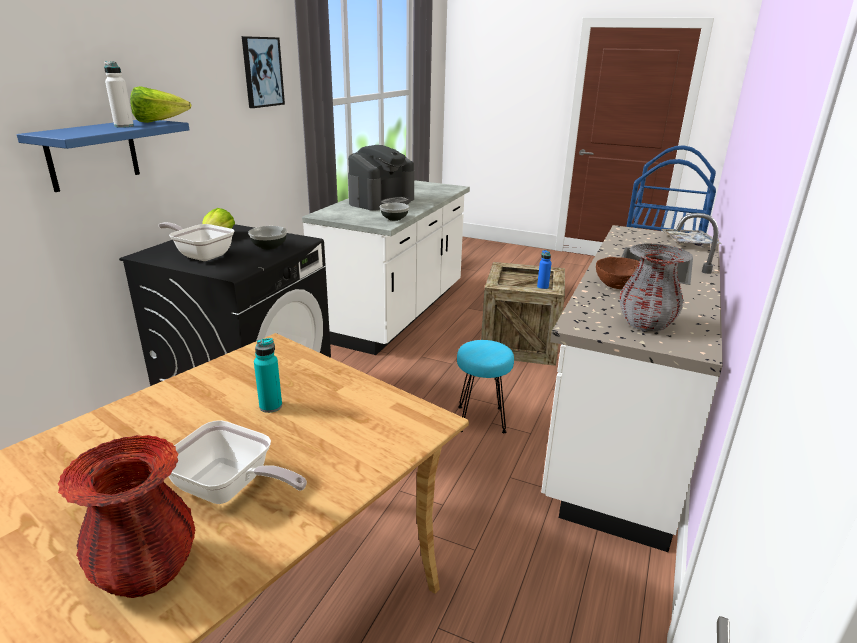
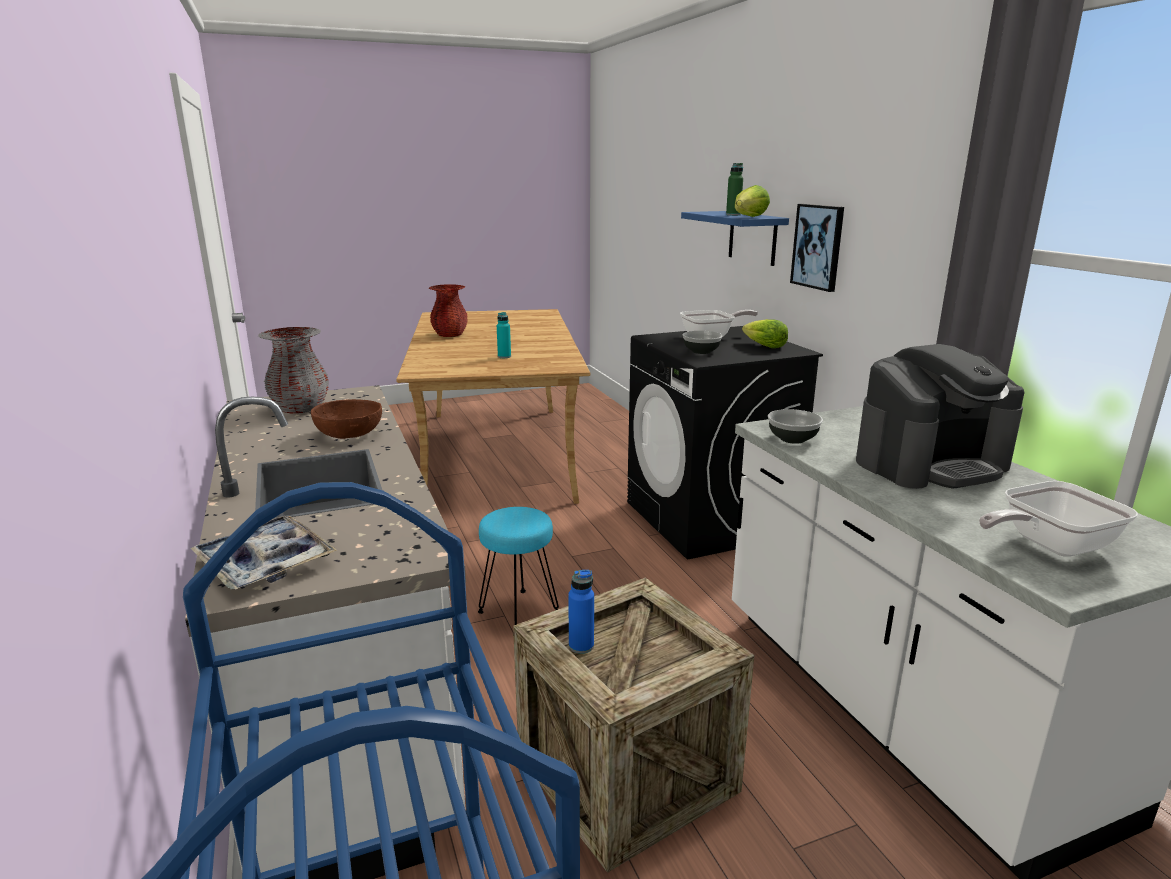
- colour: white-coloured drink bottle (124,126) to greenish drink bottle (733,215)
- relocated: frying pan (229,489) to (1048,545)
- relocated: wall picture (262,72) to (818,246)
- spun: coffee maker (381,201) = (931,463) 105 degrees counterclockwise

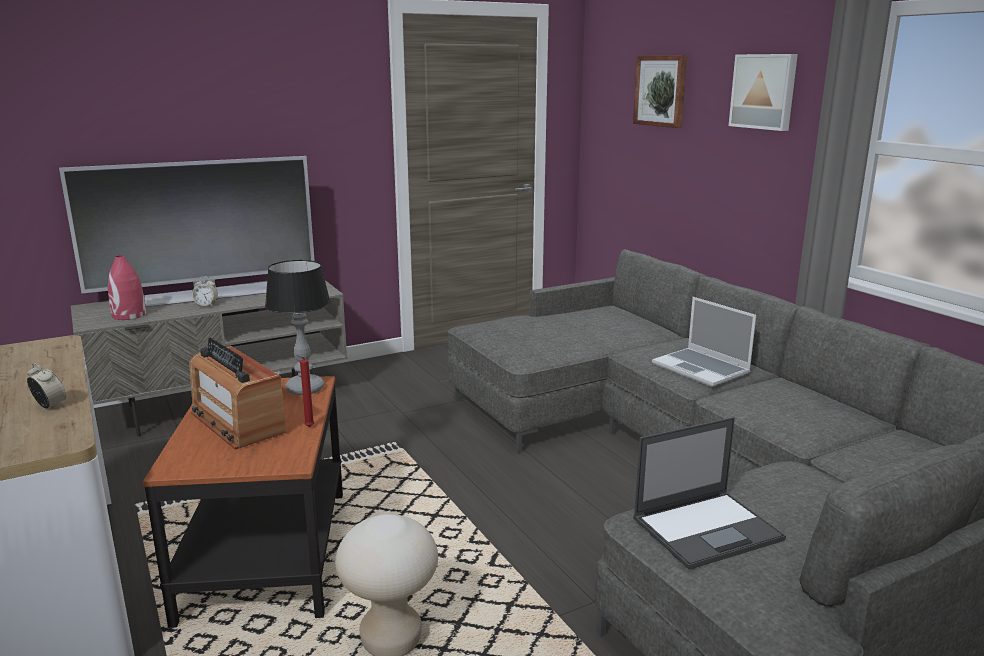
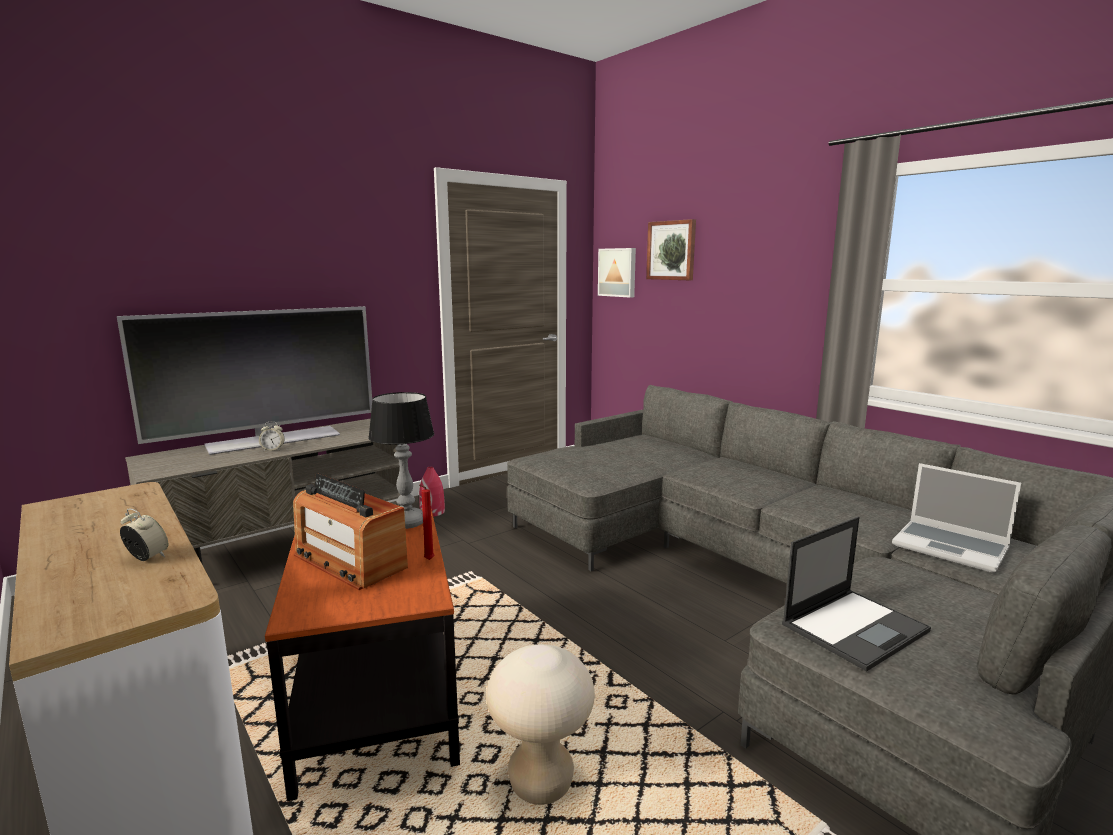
- relocated: red flower vase (129,315) to (432,512)
- relocated: portable computer (702,369) to (951,547)
- relocated: wall picture (764,91) to (618,272)

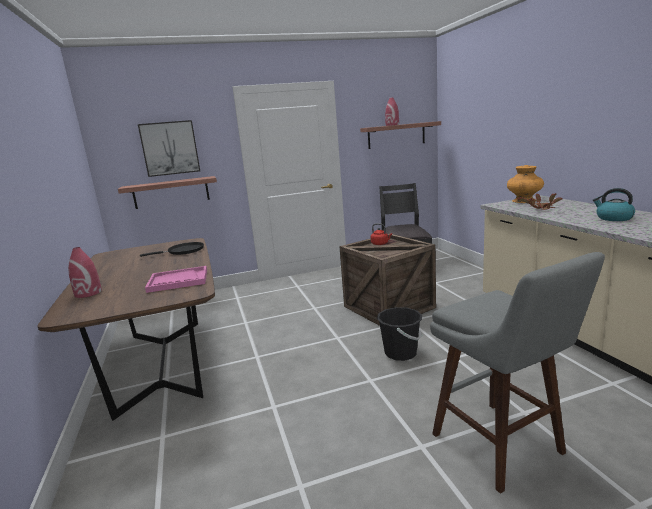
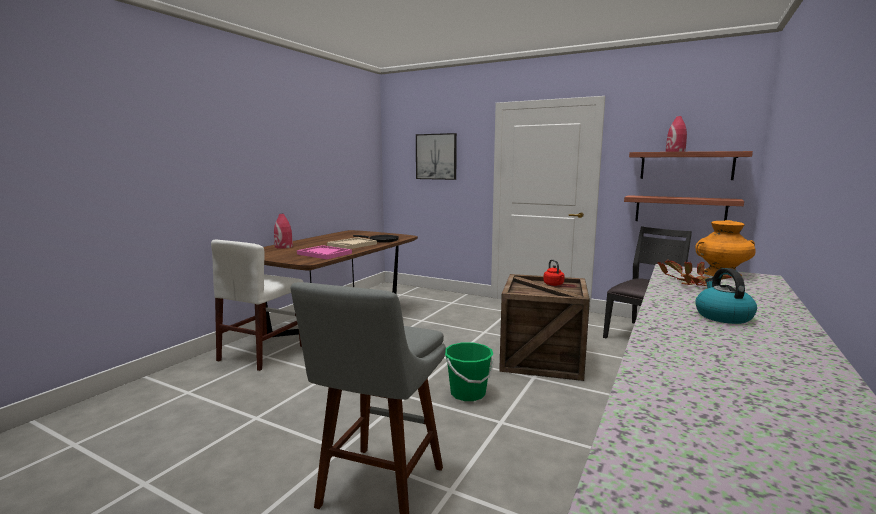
- relocated: wall shelf (171,192) to (680,210)
- colour: black pail (401,353) to greenish pail (468,393)
- appeared: white-coloured plain chair (262,353)
- appeared: sand-coloured tray (352,245)

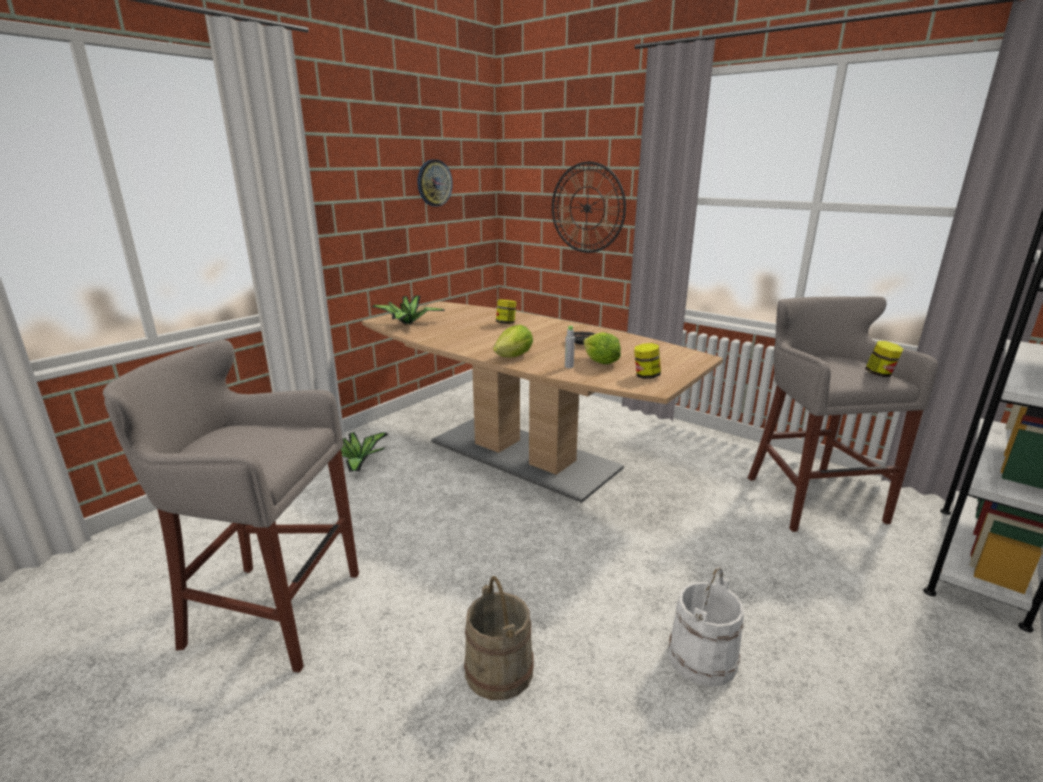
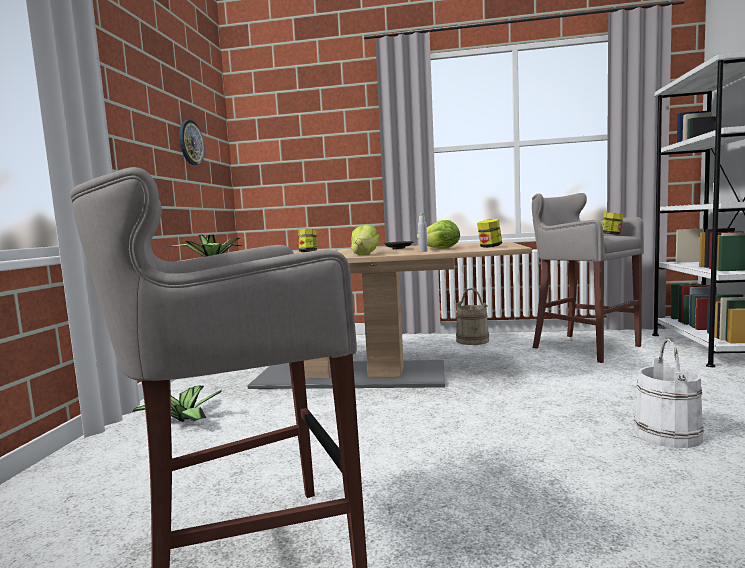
- relocated: sand-coloured pail (499,670) to (472,341)
- missing: wall clock (587,208)

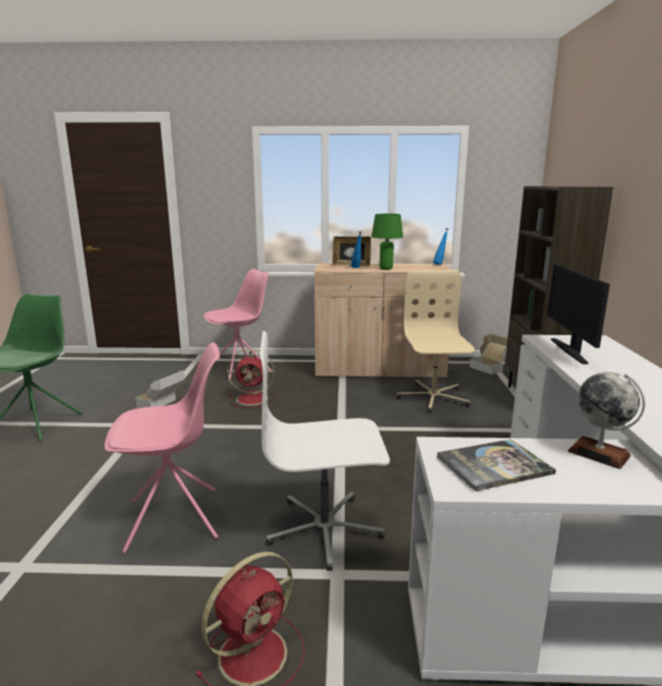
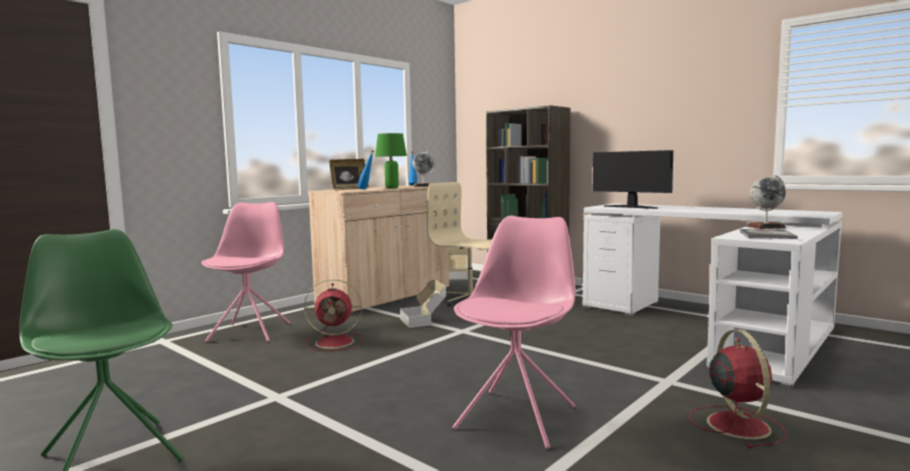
- relocated: packing box (162,405) to (424,321)
- spun: red cooling fan (253,399) = (336,342) 45 degrees clockwise
- missing: white-coloured office chair (325,530)
- appeared: desk globe (423,186)

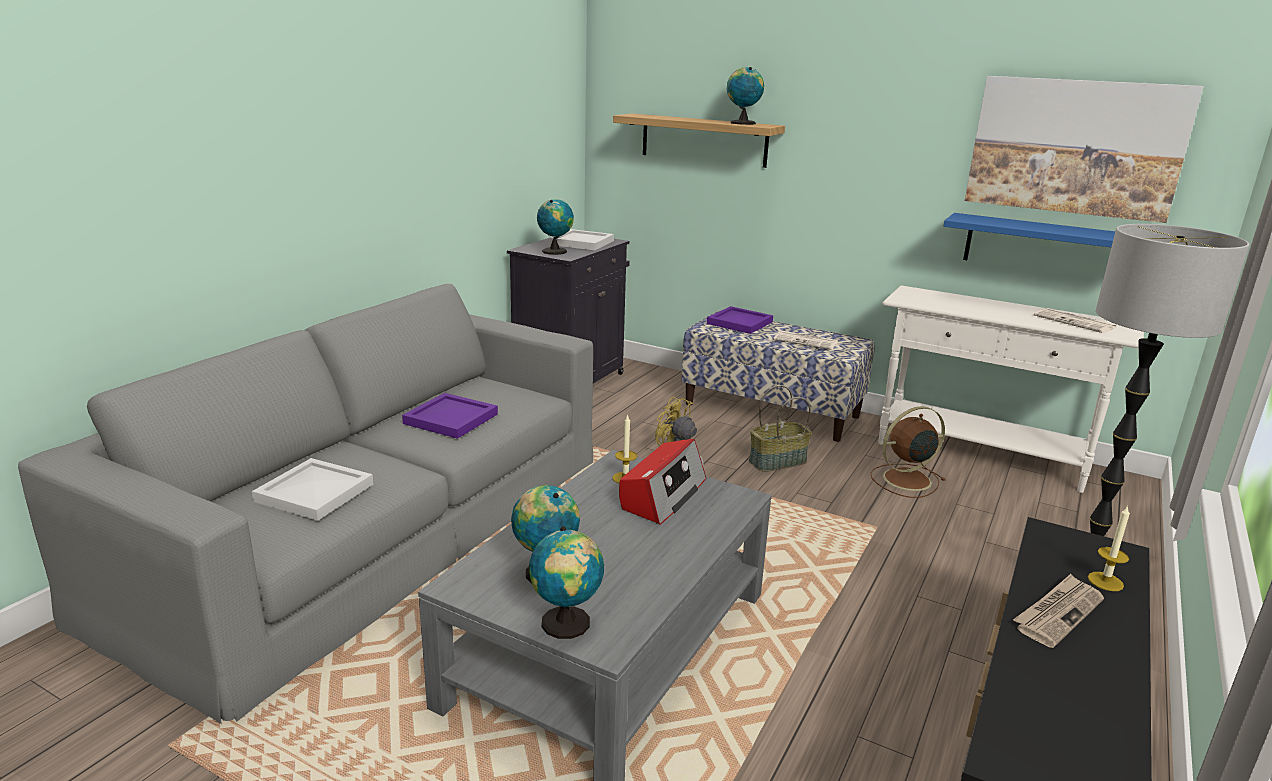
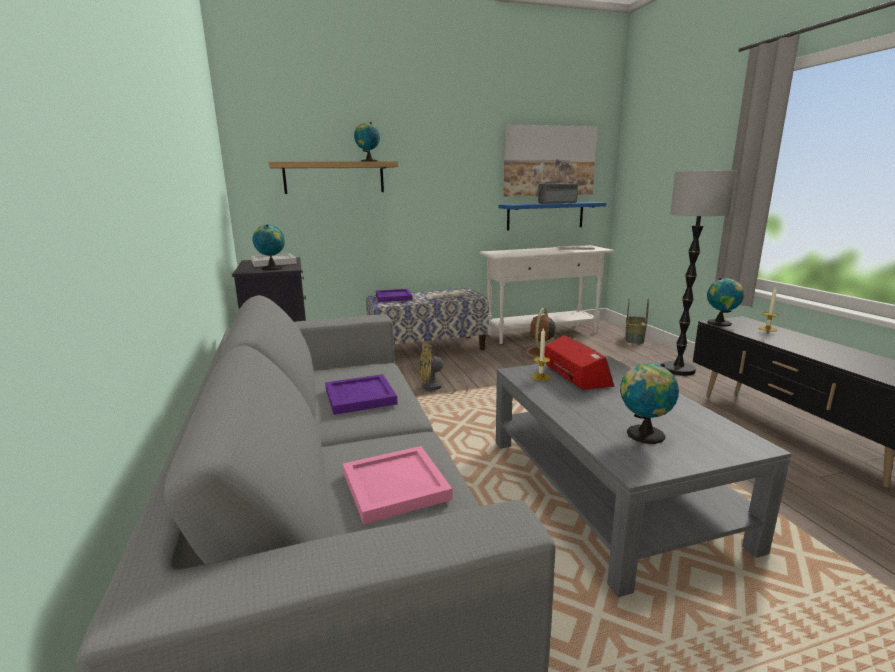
- colour: white-coloured tray (314,491) to pinkish tray (393,486)
- relocated: desk globe (567,625) to (721,323)
- relocated: household basket (777,462) to (635,339)
- missing: daily paper (1058,613)
- appeared: radio set (556,203)

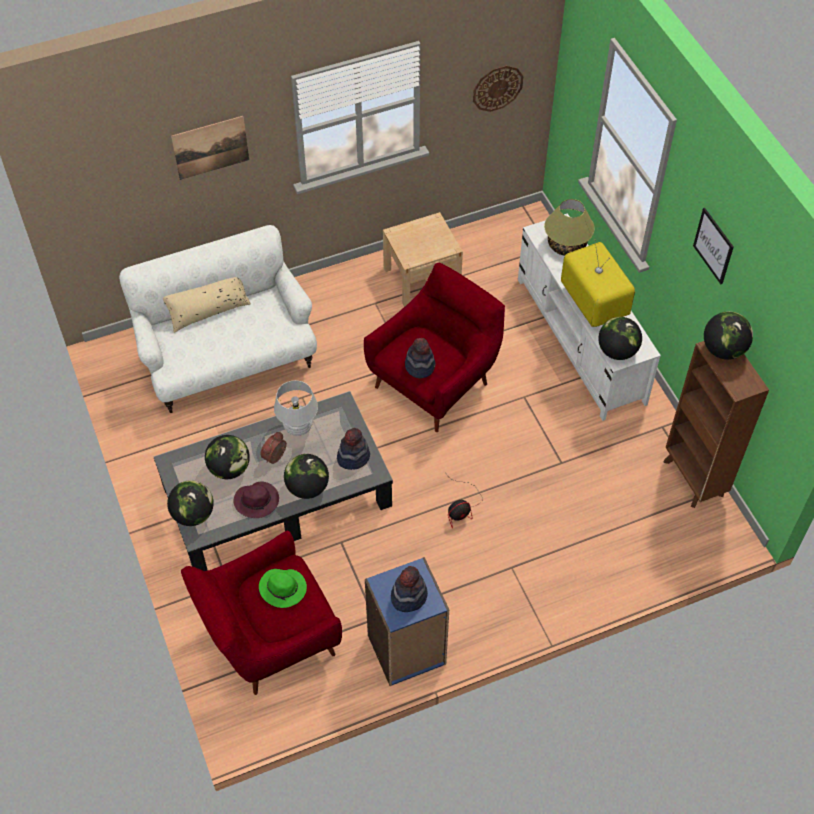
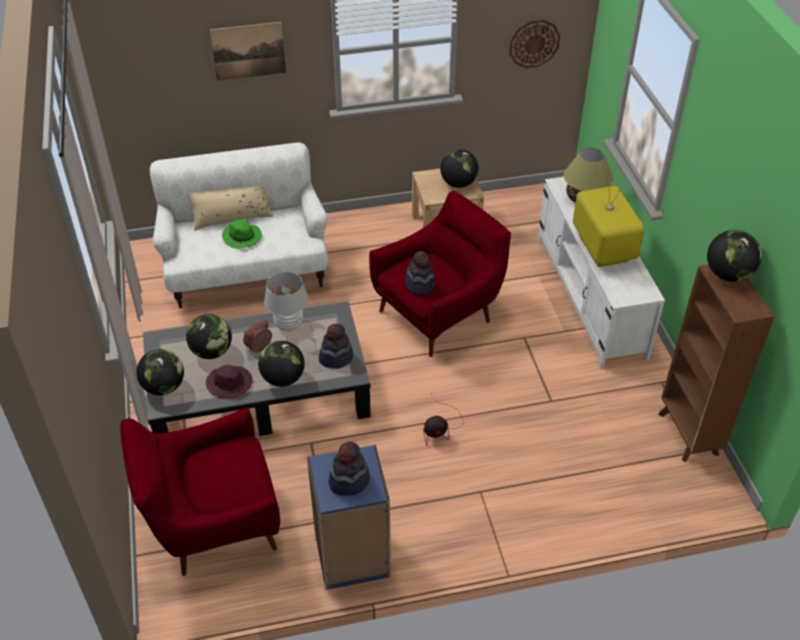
- relocated: greenish clothing hat (283,589) to (242,237)
- relocated: desk globe (617,351) to (458,183)
- missing: wall picture (713,246)

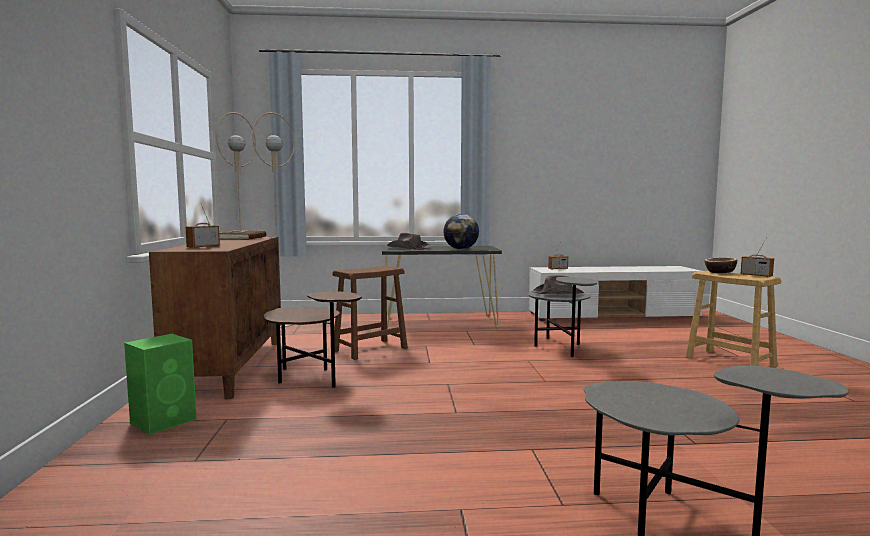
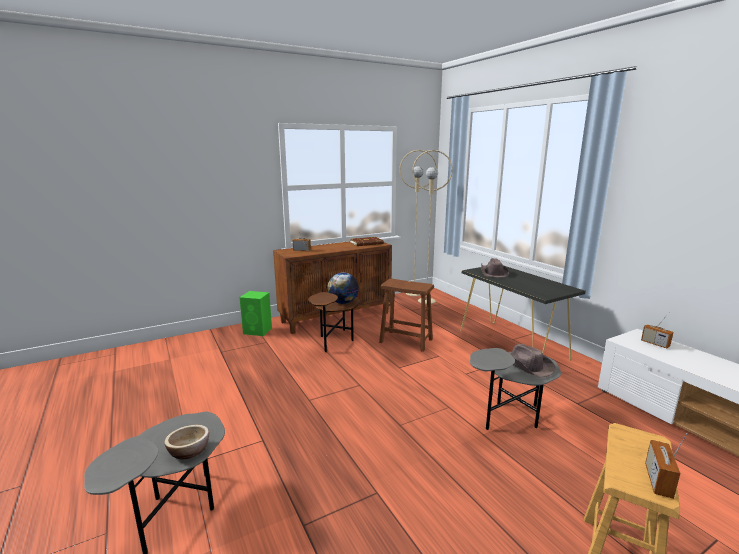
- relocated: desk globe (460,249) to (343,302)
- relocated: bowl (720,272) to (189,451)

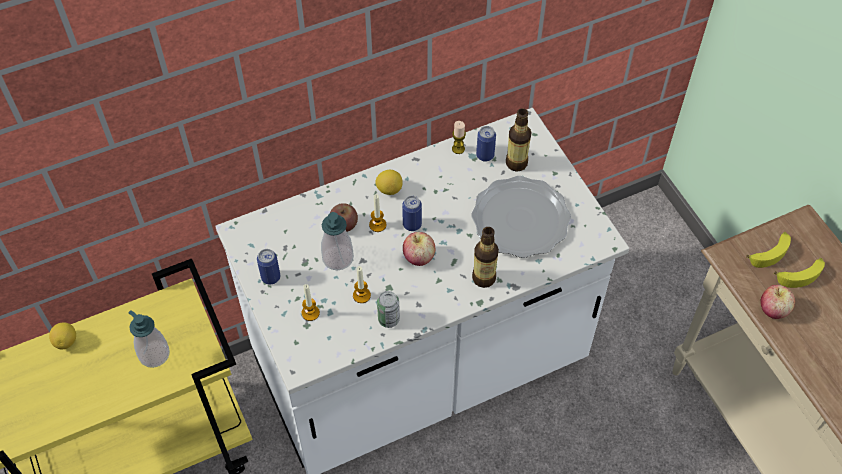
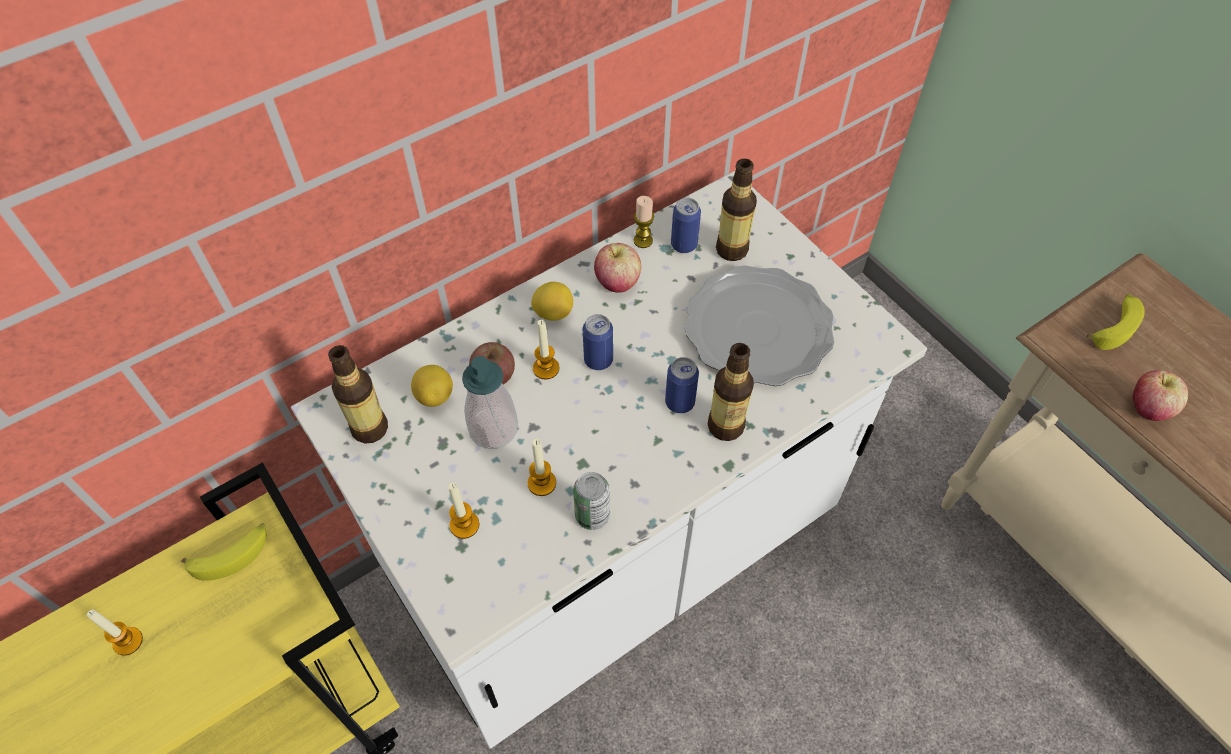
- relocated: whole lemon (66,341) to (435,396)
- missing: liquid soap bottle (154,354)
- relocated: metal can (271,277) to (679,402)
- relocated: apple fruit (419,257) to (617,282)
- relocated: banana (800,274) to (232,554)
- appeared: candle (128,641)
- appeared: drink bottle (370,428)

